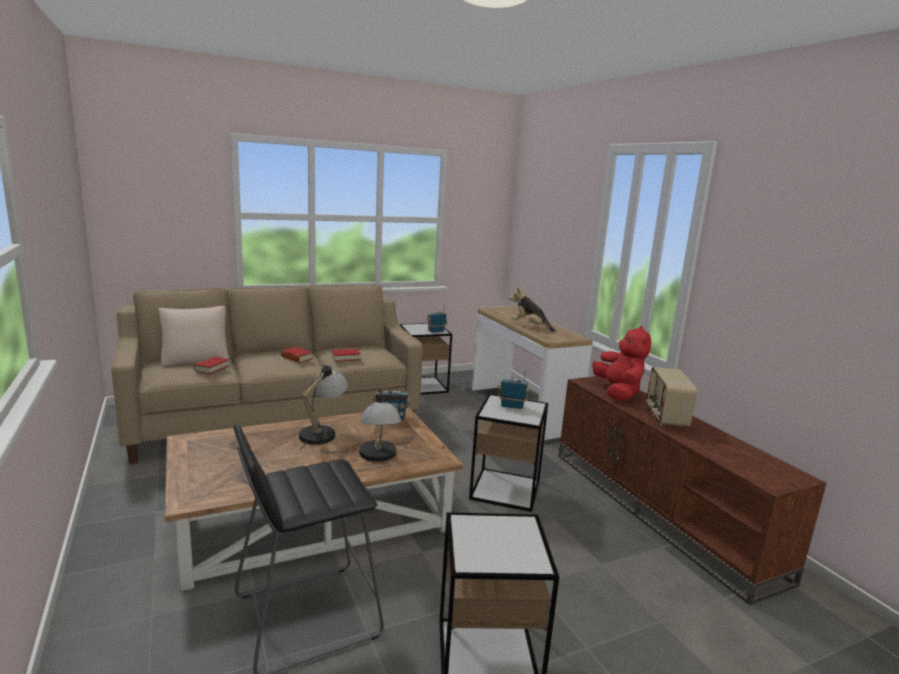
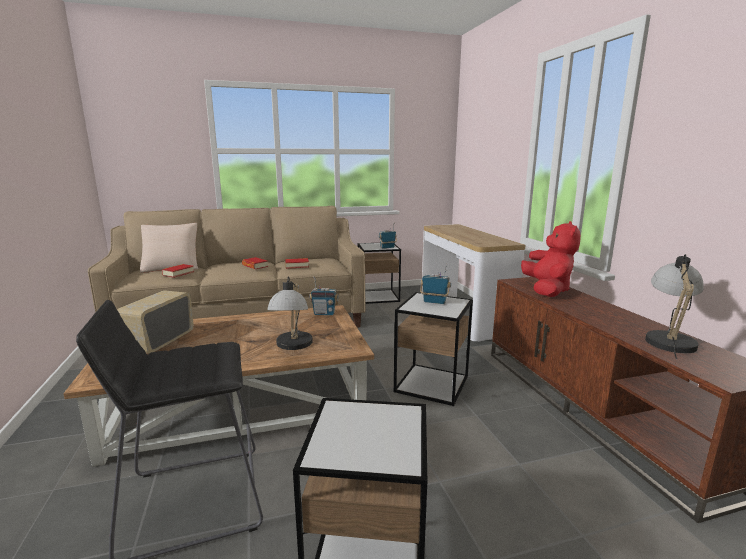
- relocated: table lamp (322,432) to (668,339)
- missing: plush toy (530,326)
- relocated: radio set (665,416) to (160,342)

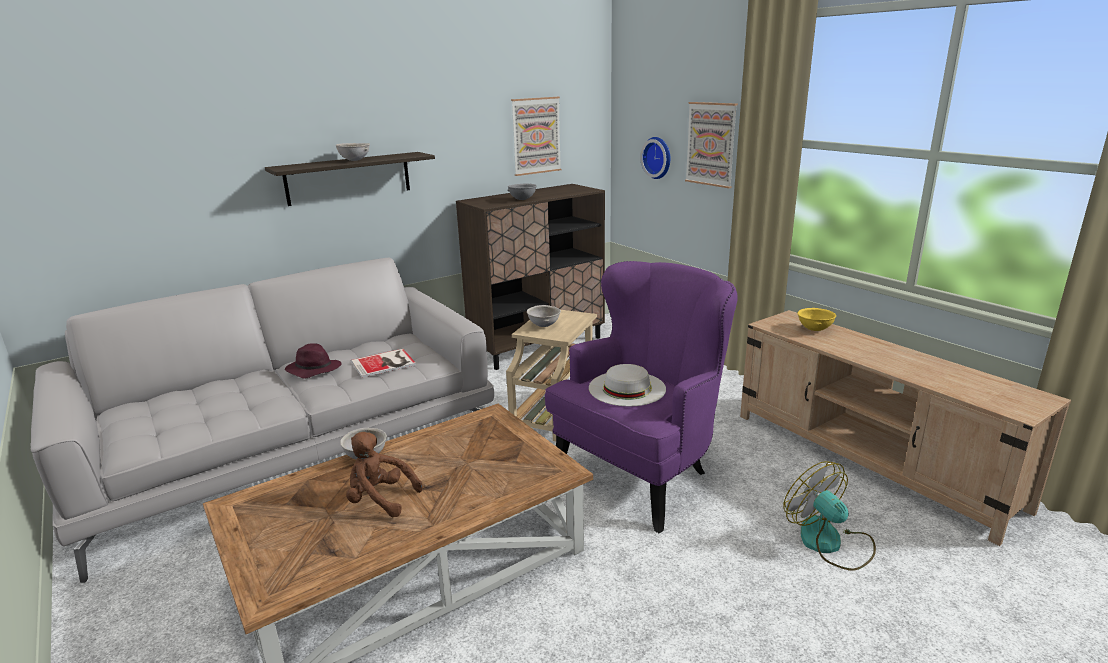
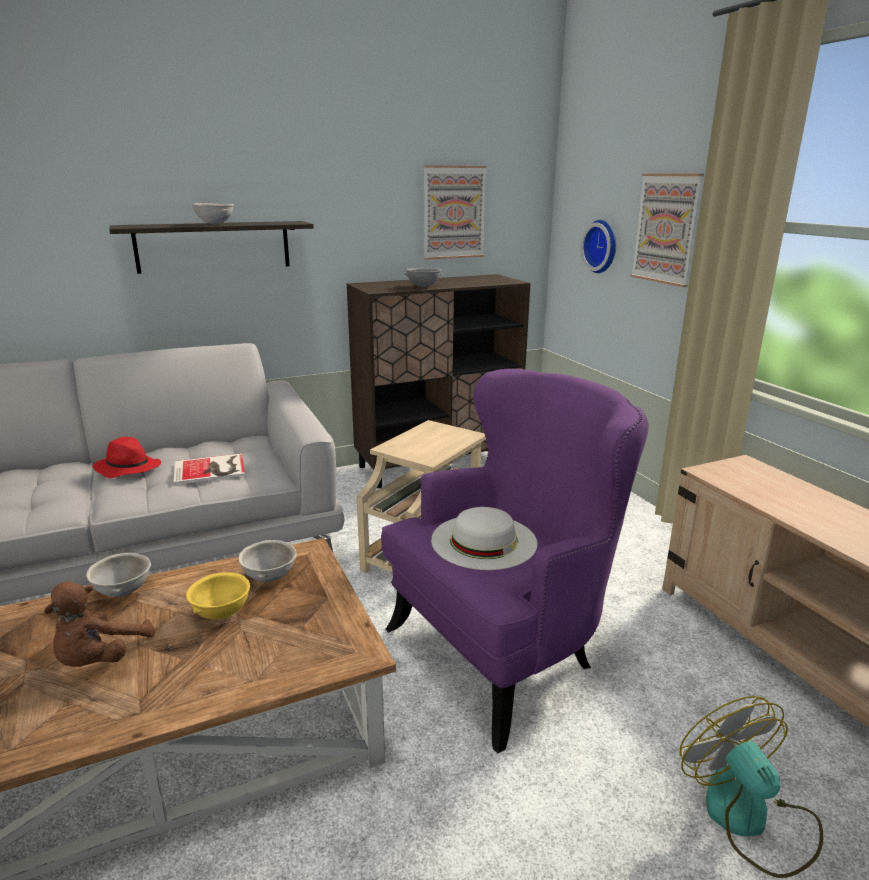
- colour: purplish clothing hat (313,370) to red clothing hat (127,468)
- spun: brown plush toy (380,499) = (100,659) 105 degrees counterclockwise
- relocated: greyish bowl (544,325) to (270,577)
- relocated: yellowish bowl (814,329) to (220,613)

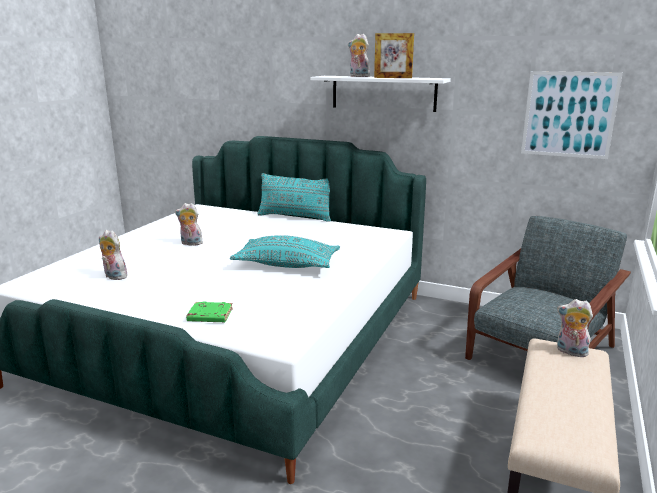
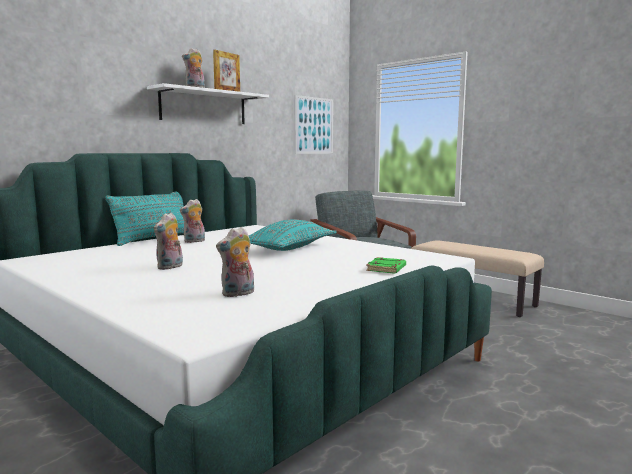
- relocated: plush toy (570,352) to (194,241)

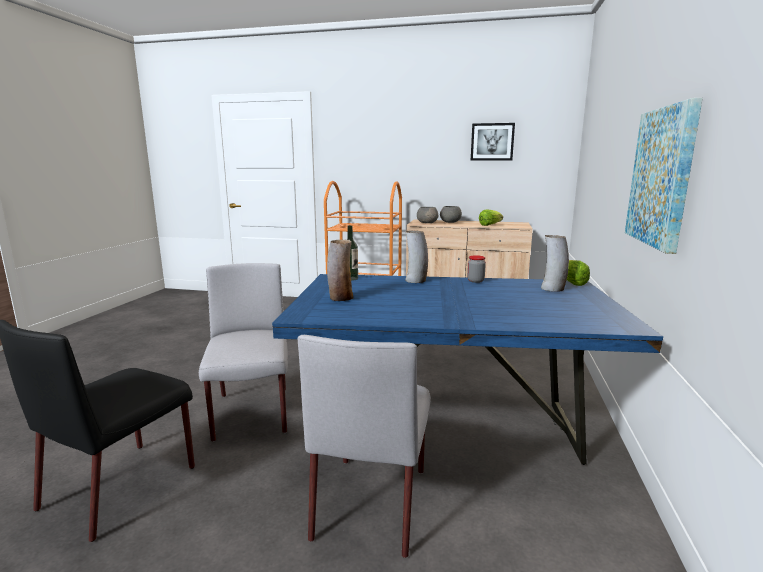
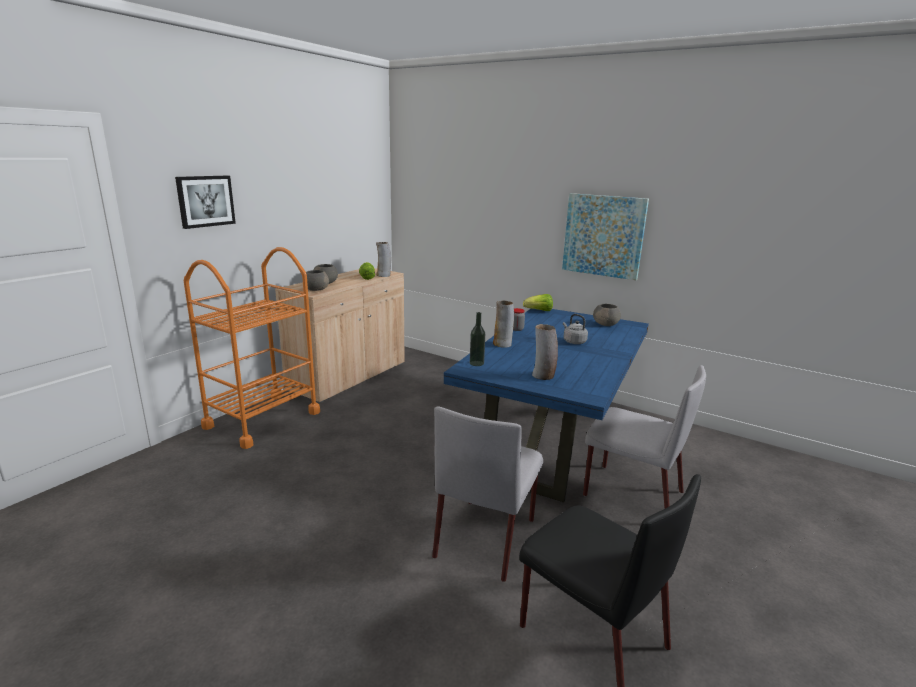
- spun: greyish plain chair (252,414) = (486,536) 75 degrees counterclockwise
- relocated: wall picture (492,142) to (205,201)
- relocated: flower vase (553,289) to (384,275)
- appeared: greyish kettle (573,341)
- appeared: greyish bowl (606,324)

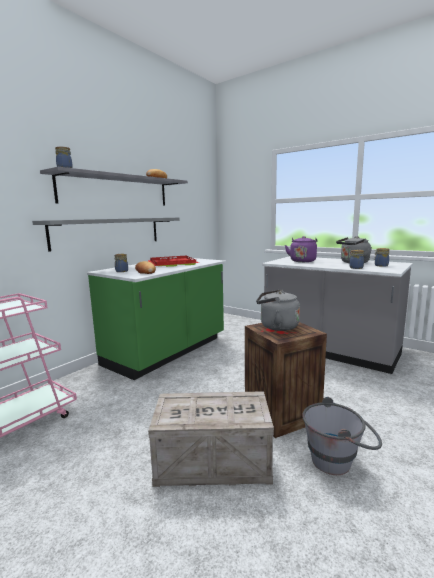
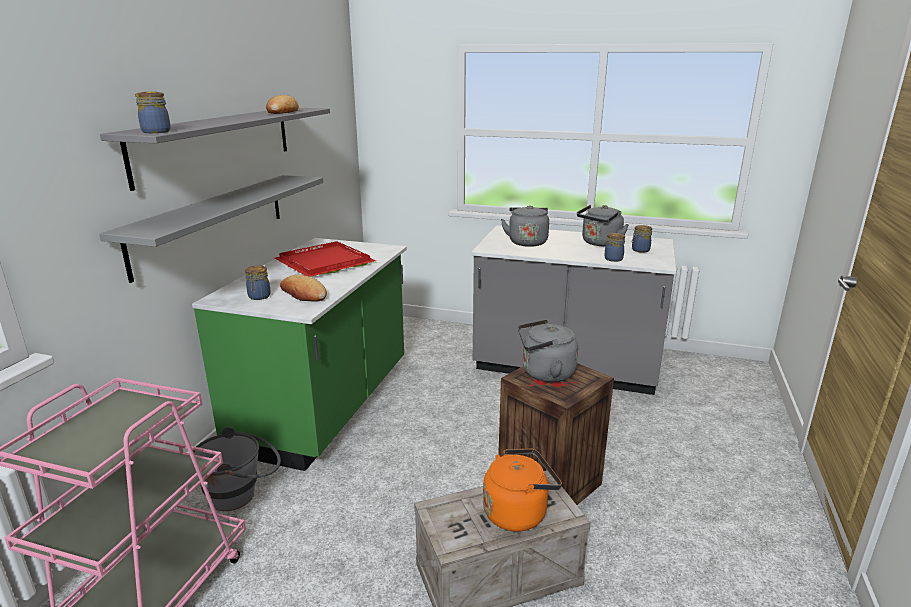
- colour: purplish kettle (302,261) to greyish kettle (527,242)
- relocated: greyish pail (339,460) to (242,494)
- appeared: orange kettle (518,512)

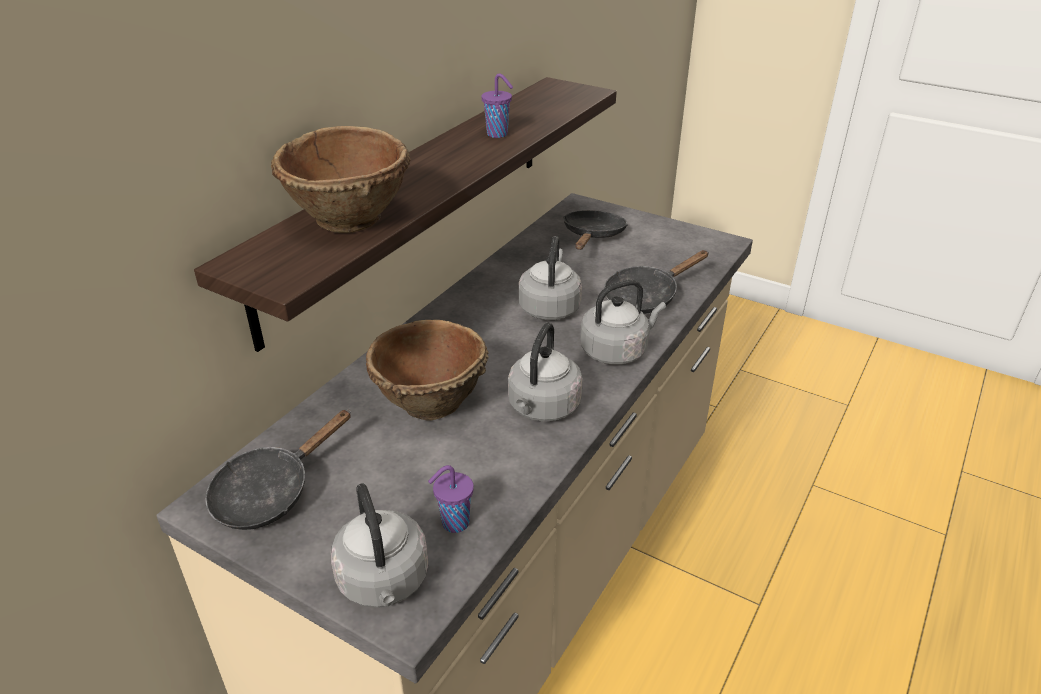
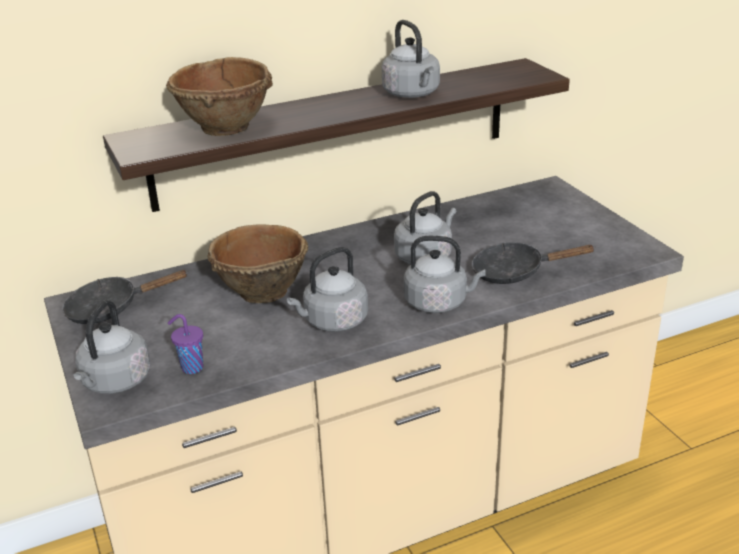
- exchanged: purplish small cup (498,134) to greyish kettle (412,94)
- missing: black frying pan (592,236)

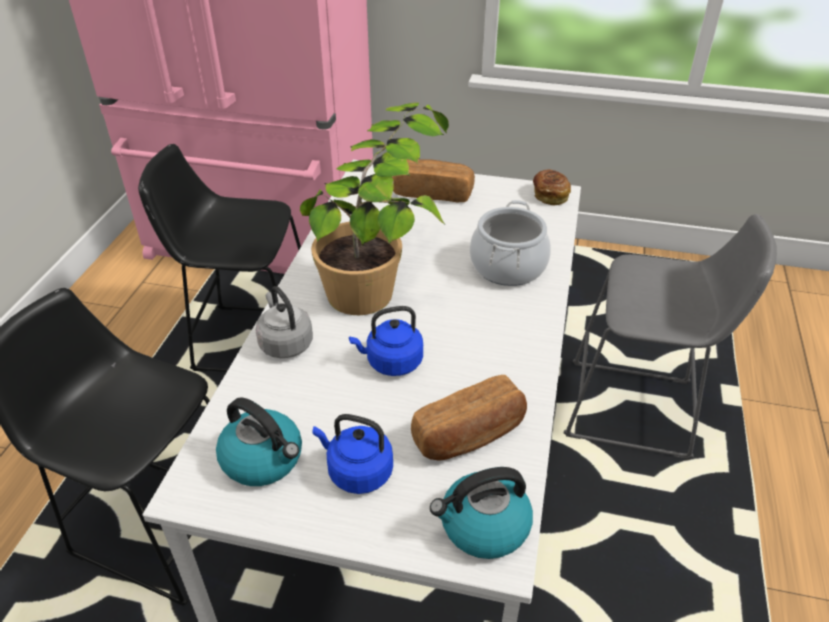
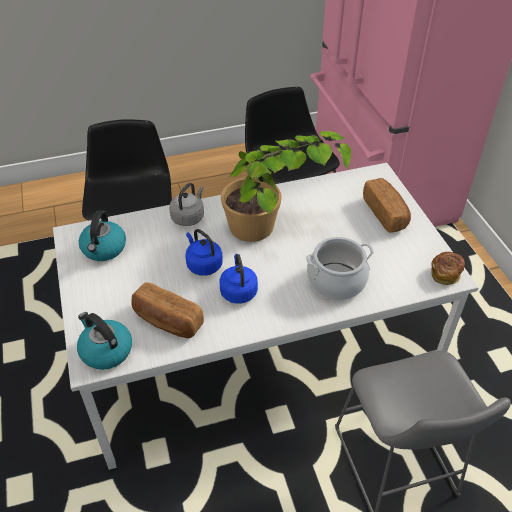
- relocated: blue kettle (357,472) to (238,291)

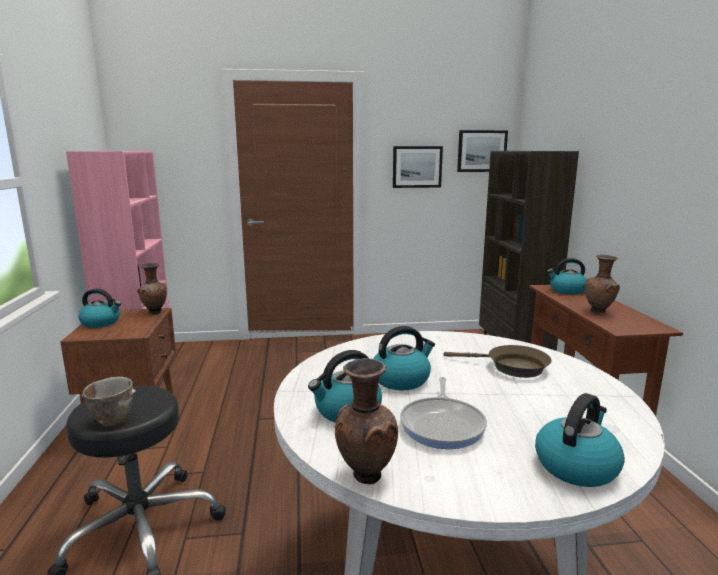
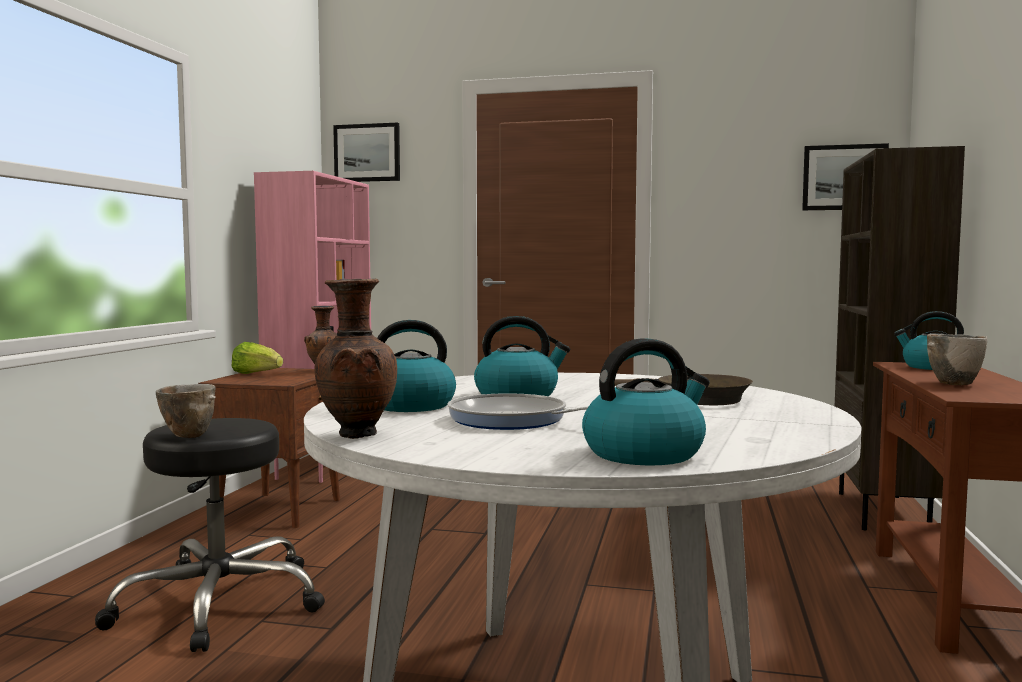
- exchanged: kettle (101,322) to head of lettuce (256,374)
- relocated: wall picture (417,167) to (367,153)
- spun: frying pan (443,425) = (513,420) 90 degrees clockwise
- exchanged: brown flower vase (599,311) to bowl (956,383)

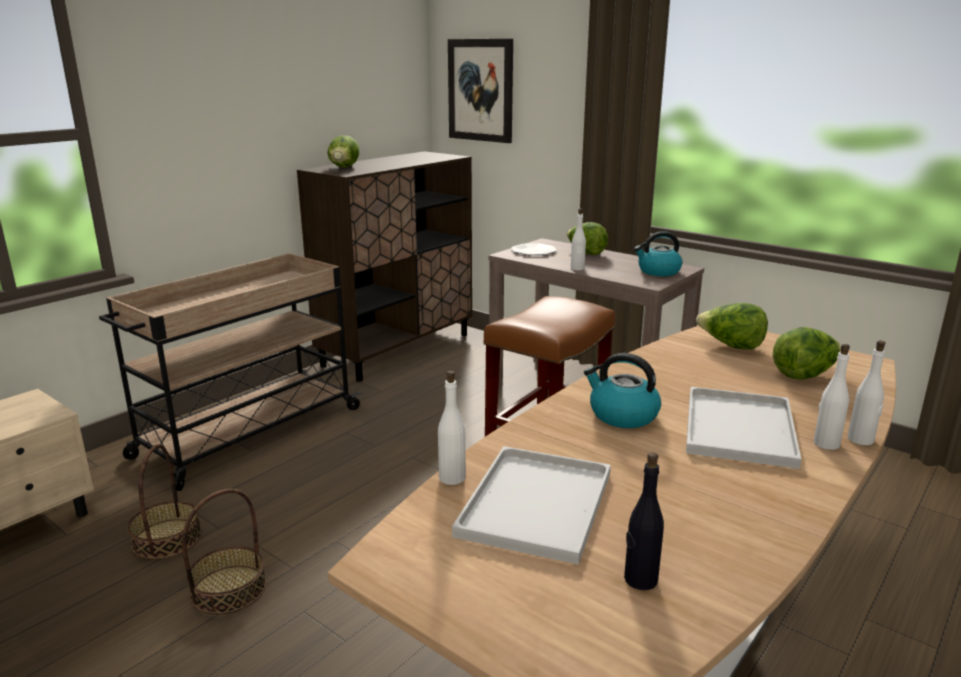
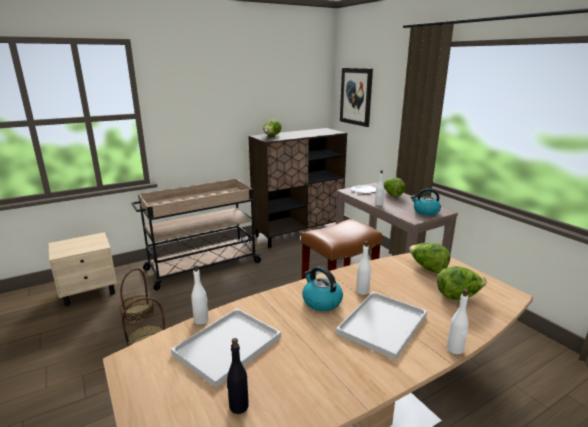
- relocated: white-coloured drink bottle (826,443) to (362,291)

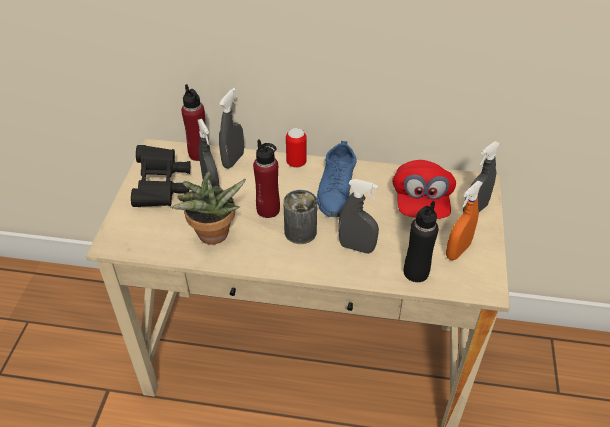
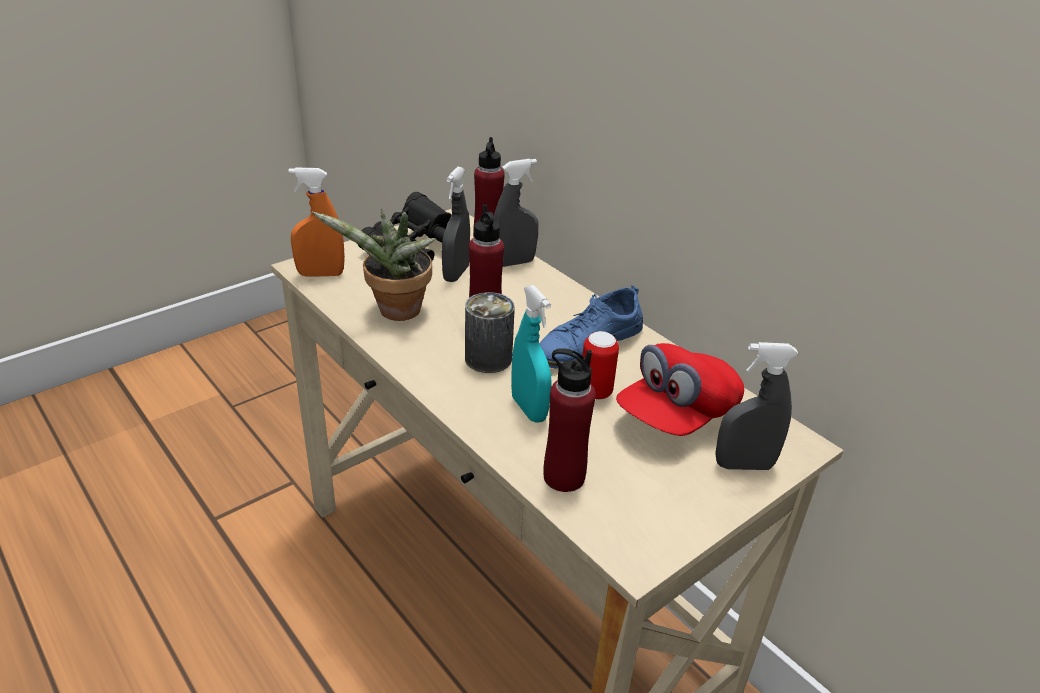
- relocated: metal can (296,163) to (595,392)
- colour: greyish hand sprayer (356,247) to turquoise hand sprayer (529,409)
- colour: black drink bottle (416,272) to red drink bottle (563,477)
- relocated: orange hand sprayer (457,251) to (321,274)

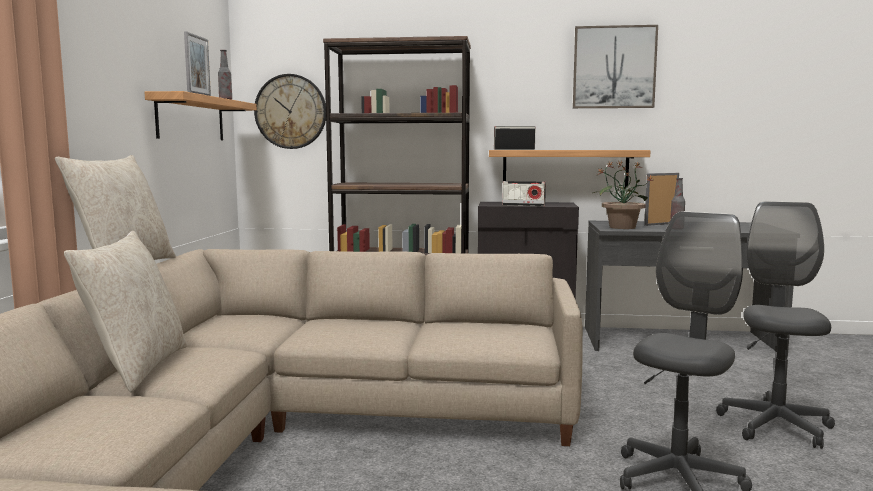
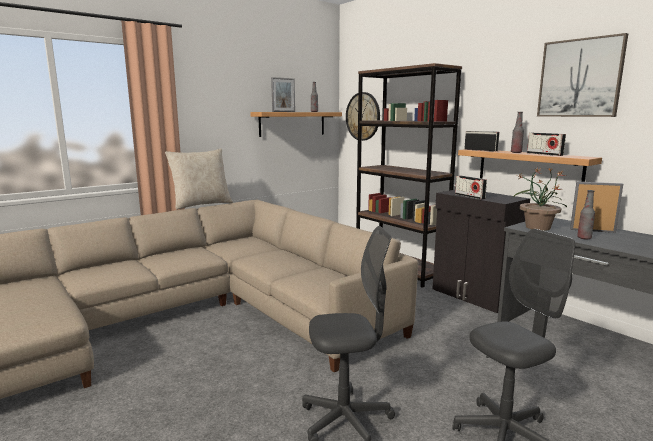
- missing: sand-coloured throw pillow (137,368)
- appeared: drink bottle (516,152)
- appeared: radio set (544,154)

